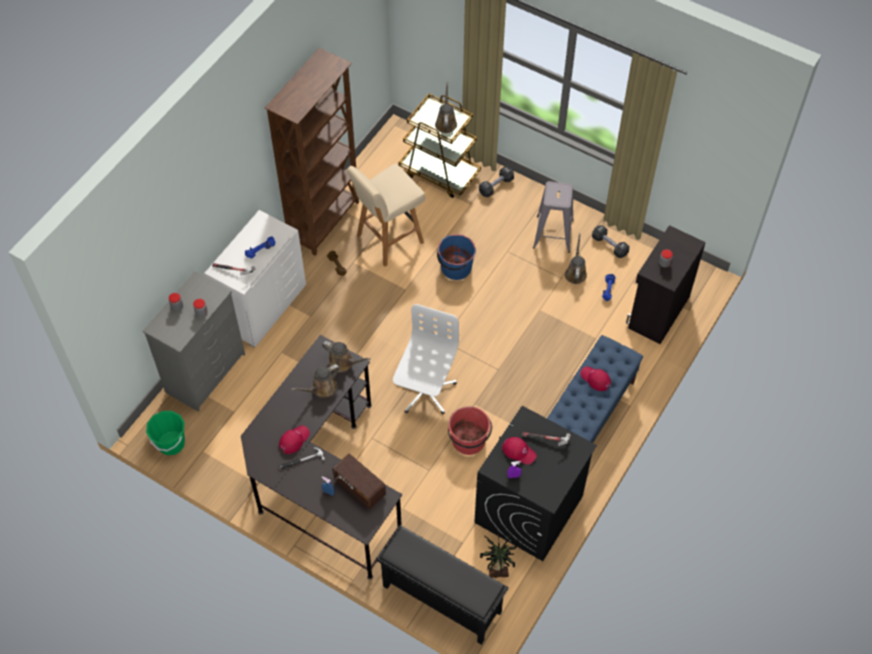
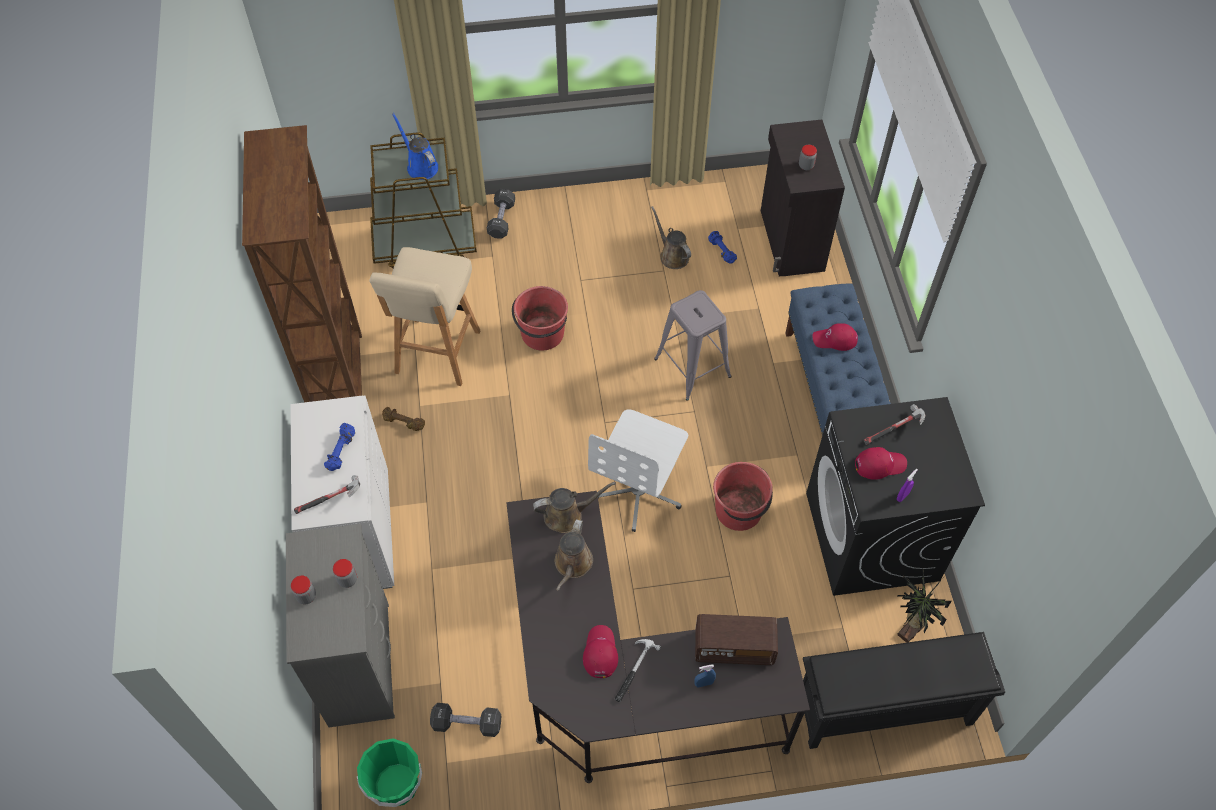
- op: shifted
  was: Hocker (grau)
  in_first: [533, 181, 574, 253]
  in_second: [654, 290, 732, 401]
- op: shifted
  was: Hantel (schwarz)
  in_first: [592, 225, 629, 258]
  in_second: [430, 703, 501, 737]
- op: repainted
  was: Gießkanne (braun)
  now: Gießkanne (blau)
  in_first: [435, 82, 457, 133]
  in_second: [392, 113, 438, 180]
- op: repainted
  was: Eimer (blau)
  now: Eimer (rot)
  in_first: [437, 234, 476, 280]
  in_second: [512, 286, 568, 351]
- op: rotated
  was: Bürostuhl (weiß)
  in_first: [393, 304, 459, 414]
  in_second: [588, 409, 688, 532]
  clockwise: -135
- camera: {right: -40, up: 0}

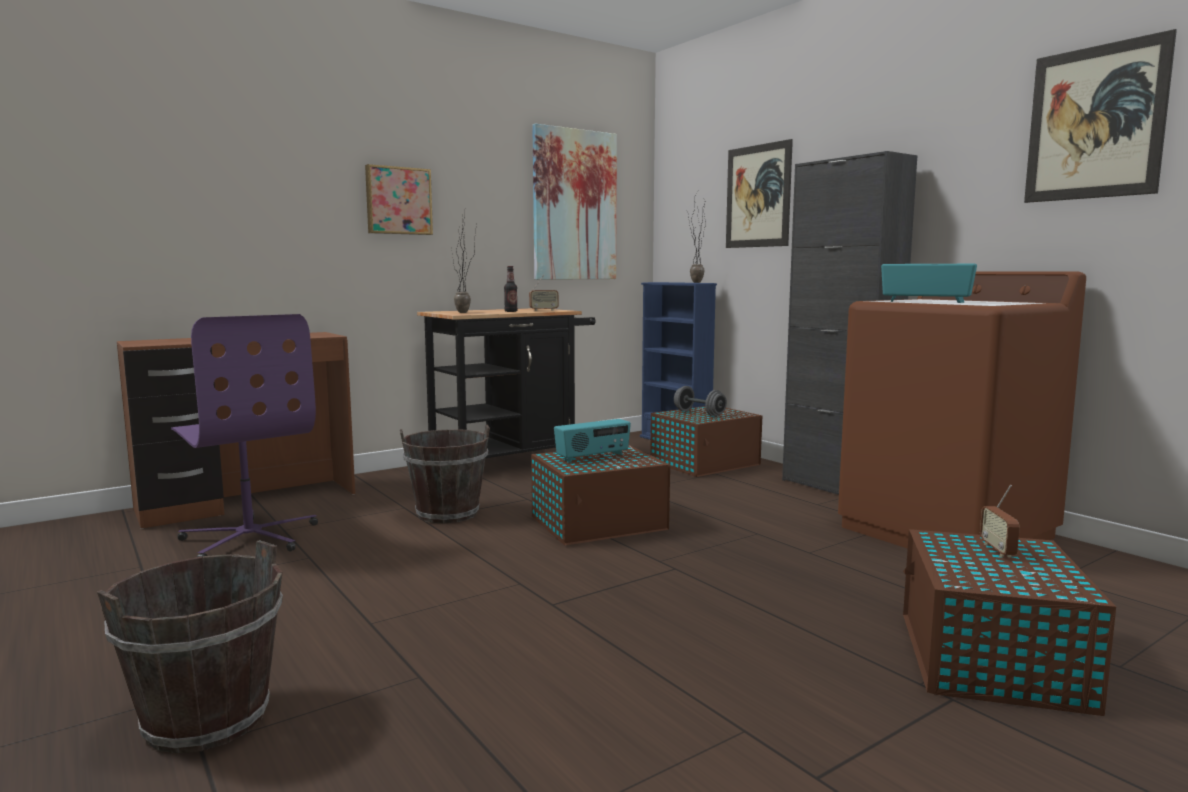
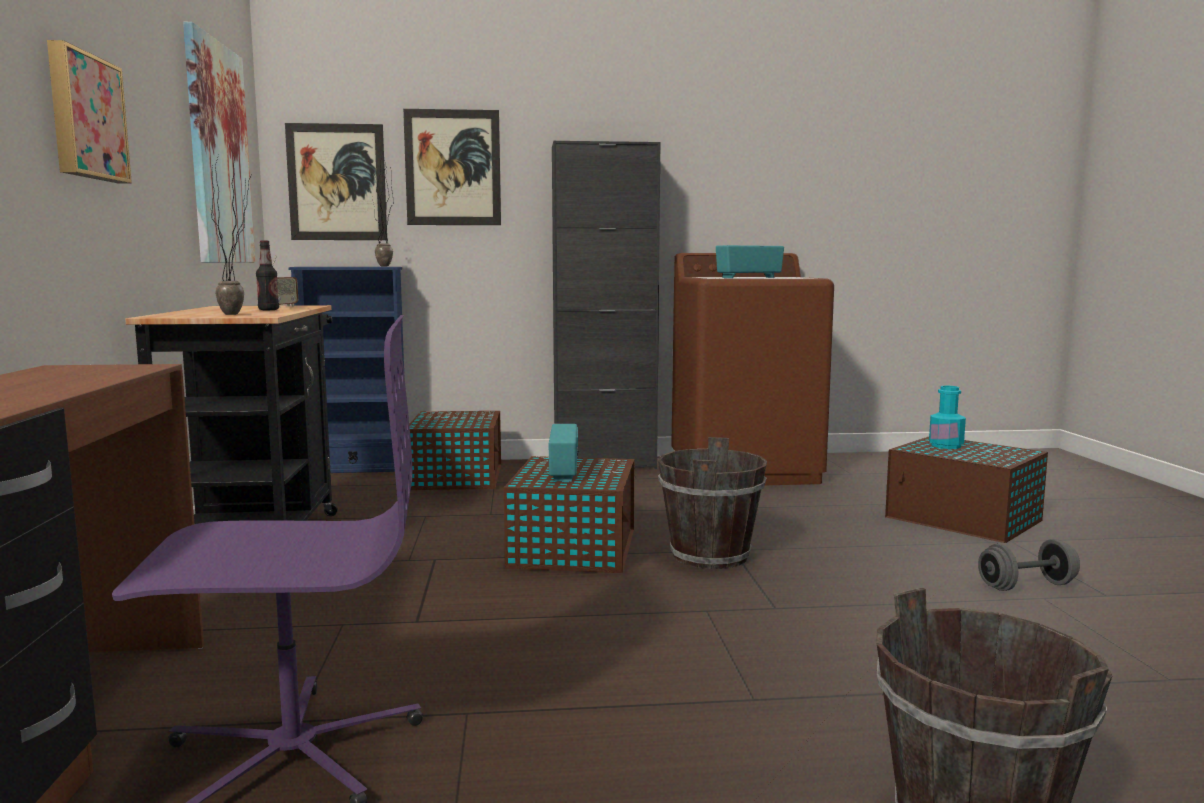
- op: shifted
  was: Eimer (braun)
  in_first: [400, 425, 490, 523]
  in_second: [658, 437, 767, 569]
- op: shifted
  was: Hantel (grau)
  in_first: [674, 386, 727, 417]
  in_second: [978, 539, 1080, 591]
- op: shifted
  was: Bild
  in_first: [1024, 29, 1177, 203]
  in_second: [285, 123, 387, 240]
- op: swapped
  was: Radio
  now: Flasche (türkis)
  in_first: [980, 485, 1020, 557]
  in_second: [929, 386, 966, 449]
- camera: {right: -60, up: 0}

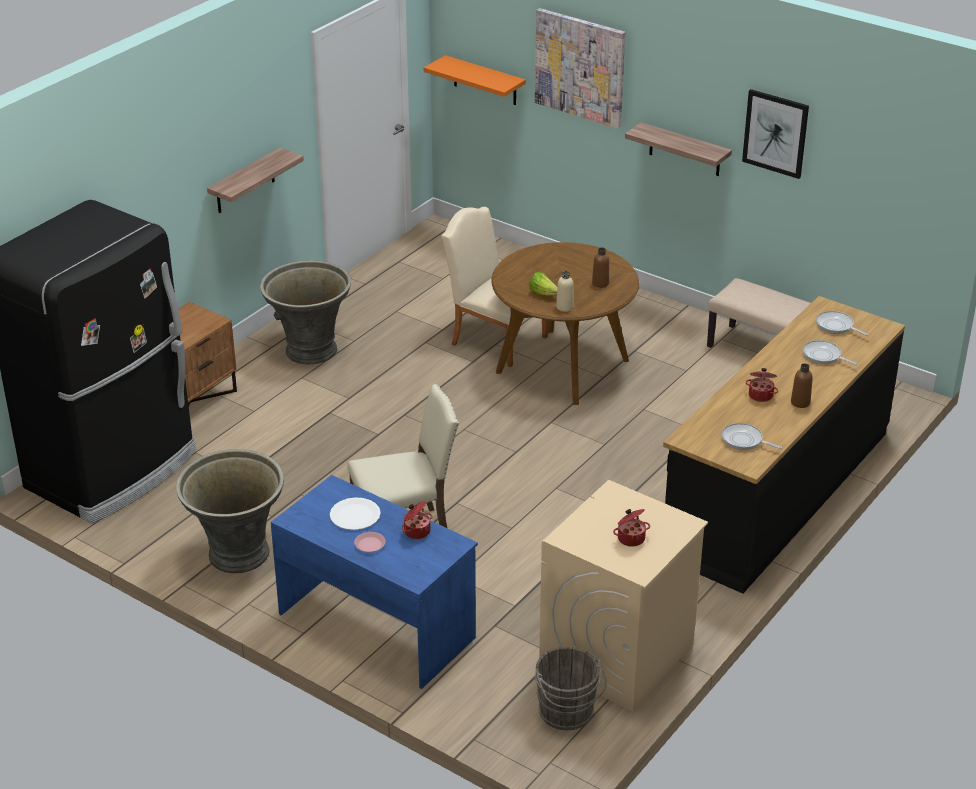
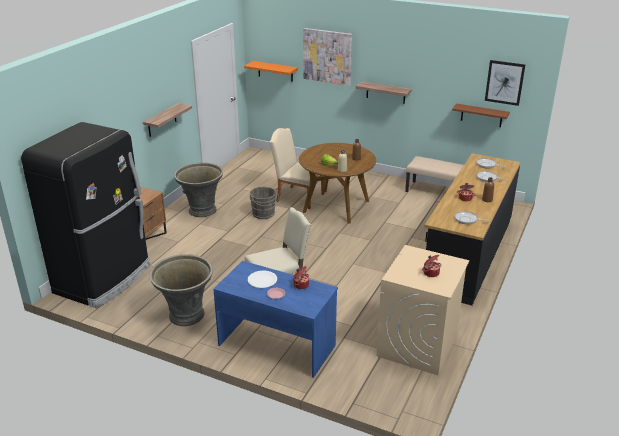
- op: new
  now: Wandregal (braun)
  in_second: [452, 104, 510, 127]
- op: shifted
  was: Eimer (grau)
  in_first: [534, 647, 607, 730]
  in_second: [250, 187, 279, 219]
- op: shifted
  was: Bild
  in_first: [742, 89, 809, 179]
  in_second: [485, 60, 525, 106]
- camera: {right: -10, up: -5}

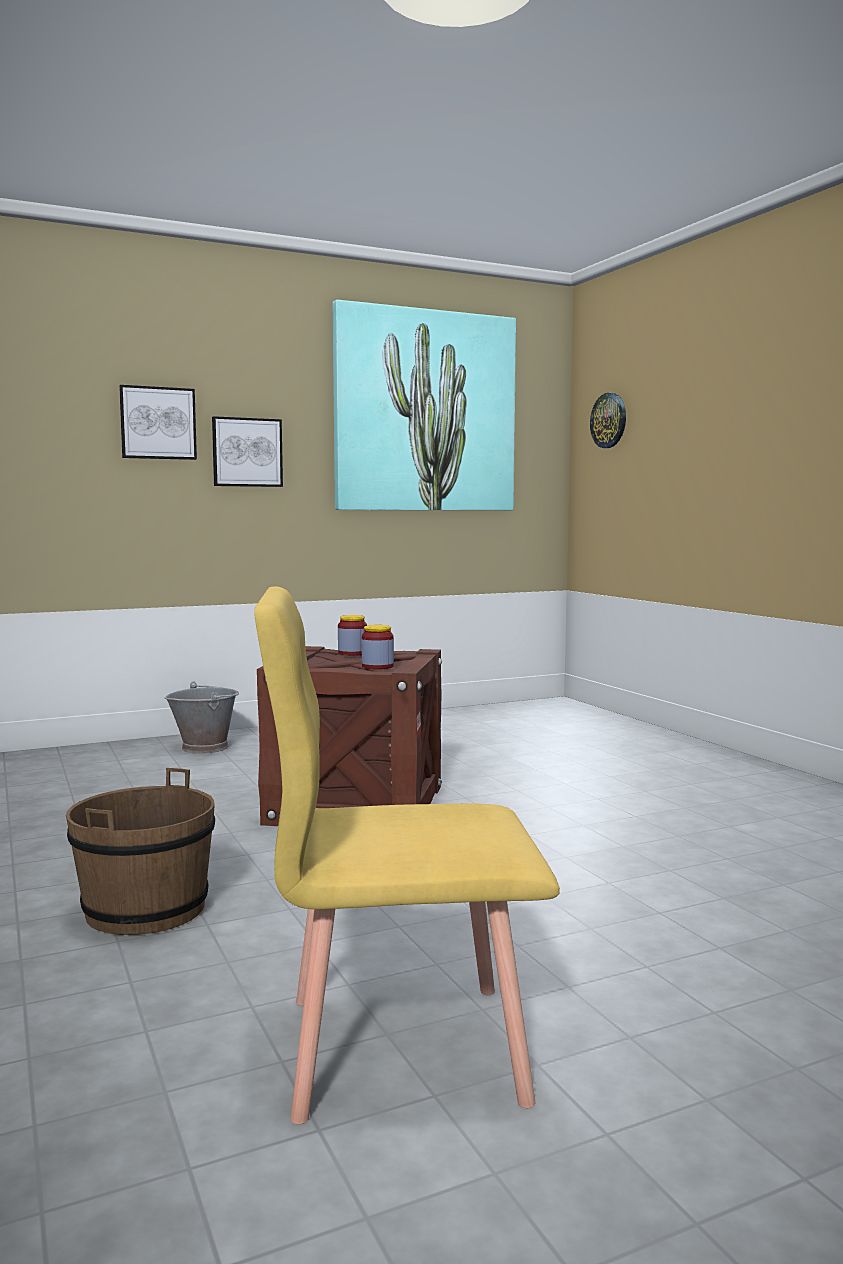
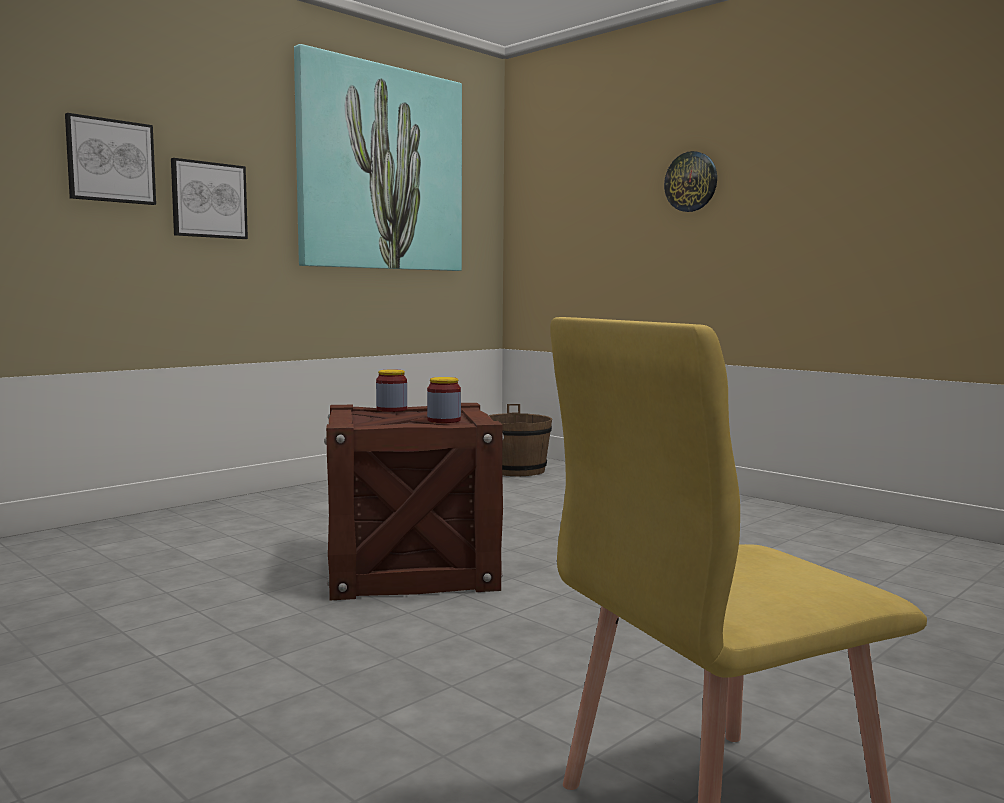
- op: gone
  was: Eimer (grau)
  in_first: [165, 682, 239, 754]
- op: shifted
  was: Eimer (braun)
  in_first: [66, 768, 215, 935]
  in_second: [489, 404, 552, 476]
- op: shifted
  was: Wanduhr
  in_first: [590, 393, 626, 448]
  in_second: [664, 151, 717, 212]
- camera: {right: -20, up: 0}

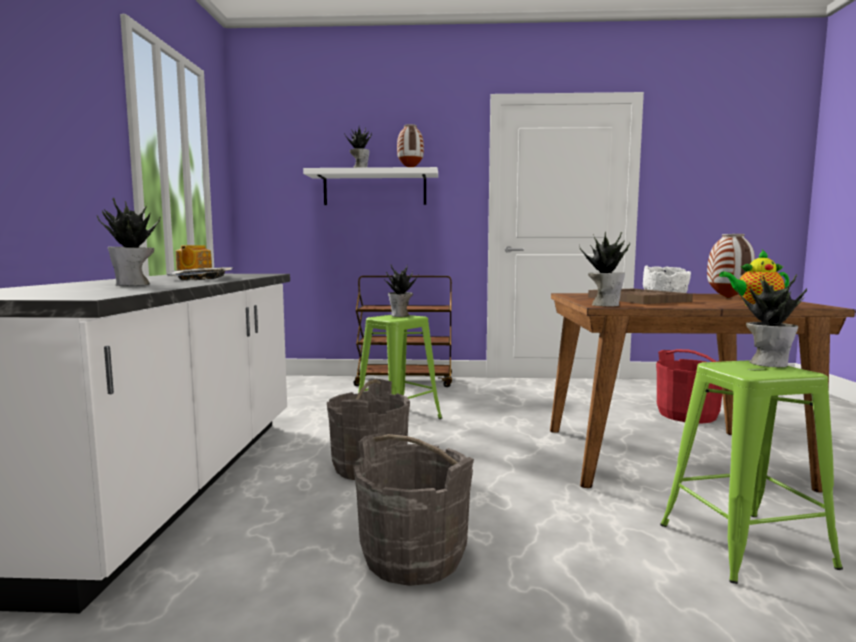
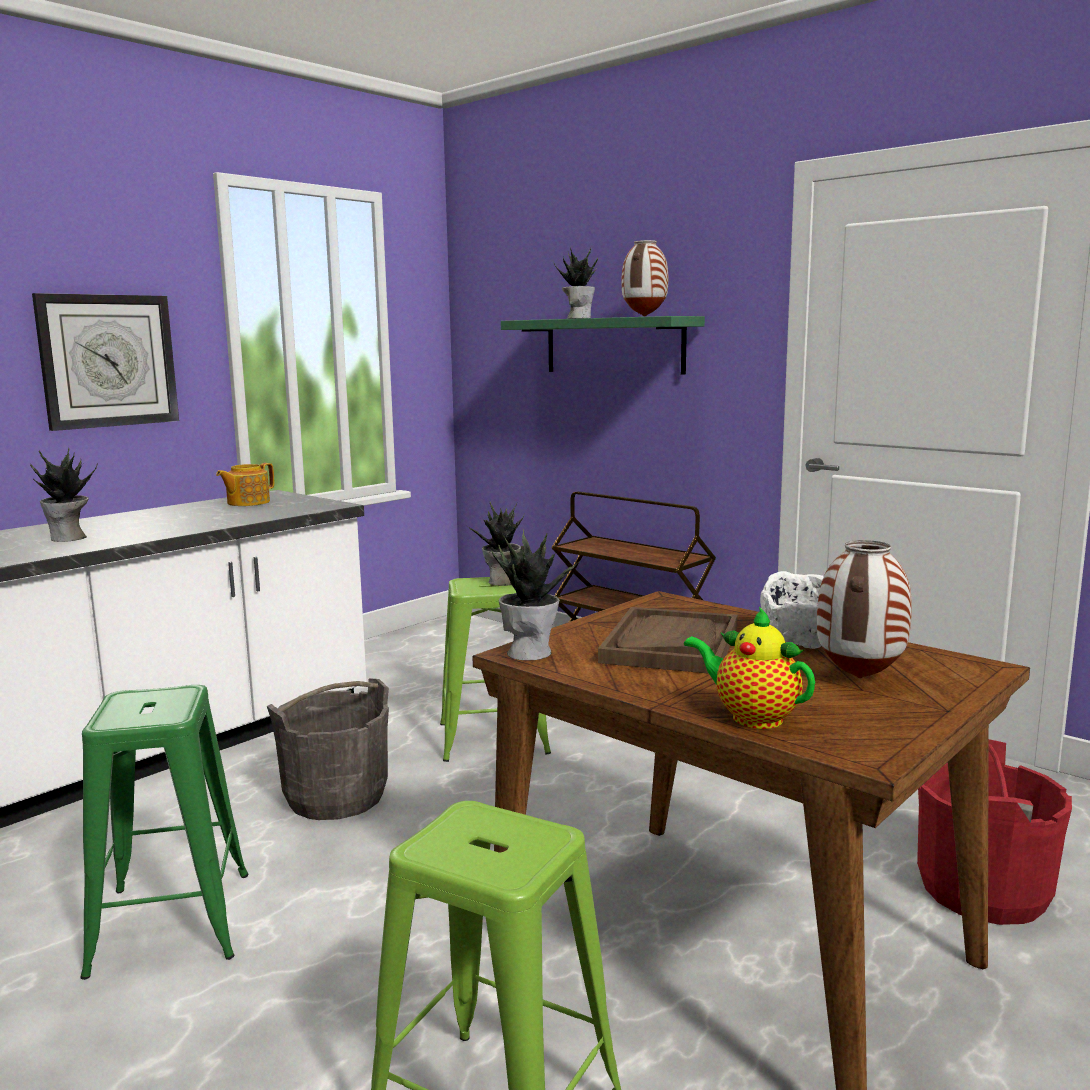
- op: gone
  was: Tablett
  in_first: [167, 267, 233, 281]
- op: gone
  was: Topfpflanze
  in_first: [737, 274, 807, 367]
- op: new
  now: Wanduhr
  in_second: [32, 293, 179, 431]
- op: swapped
  was: Eimer (grau)
  now: Hocker (grün)
  in_first: [354, 432, 474, 586]
  in_second: [80, 685, 248, 980]
- op: repainted
  was: Wandregal (weiß)
  now: Wandregal (grün)
  in_first: [303, 167, 438, 205]
  in_second: [501, 316, 705, 375]
- camera: {right: 40, up: 5}

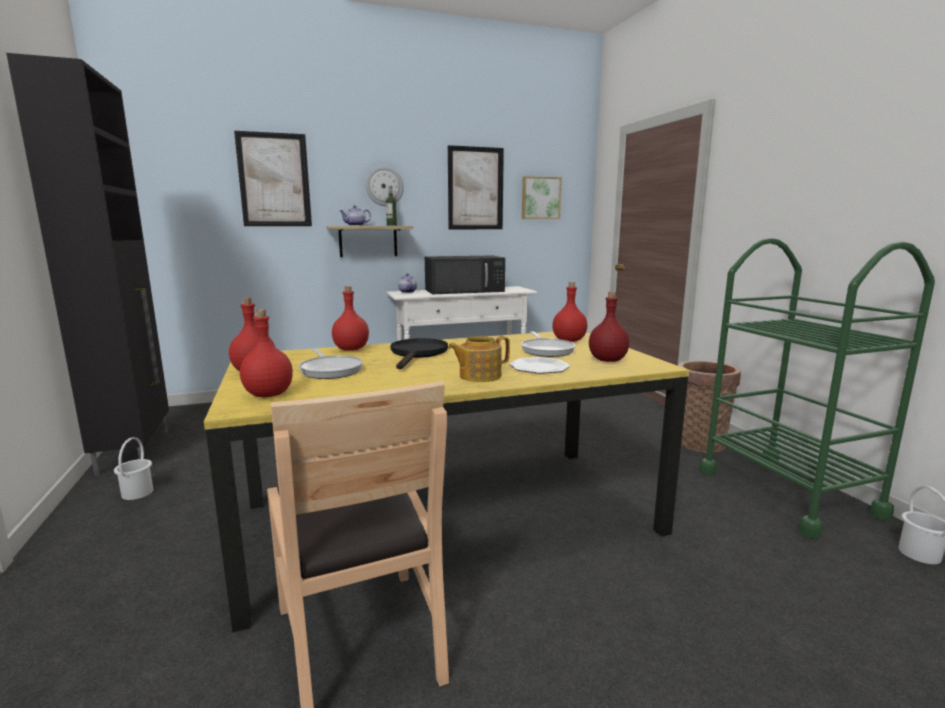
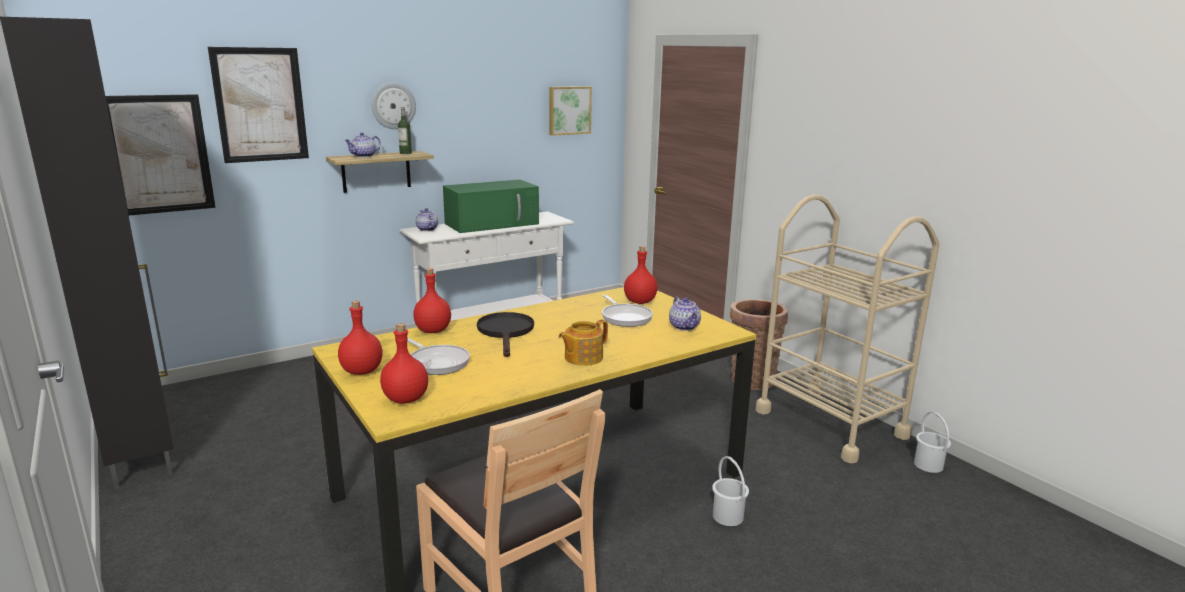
- op: gone
  was: Teller
  in_first: [509, 357, 570, 374]
- op: shifted
  was: Eimer (weiß)
  in_first: [114, 437, 154, 500]
  in_second: [712, 456, 749, 526]
- op: shifted
  was: Bild
  in_first: [448, 145, 504, 229]
  in_second: [105, 94, 216, 215]
- op: swapped
  was: Flasche (rot)
  now: Teekanne
  in_first: [589, 292, 629, 362]
  in_second: [669, 297, 701, 331]
- op: repainted
  was: Mikrowelle (schwarz)
  now: Mikrowelle (grün)
  in_first: [425, 255, 505, 294]
  in_second: [443, 180, 539, 233]
- op: repainted
  was: Rollwagen (grün)
  now: Rollwagen (beige)
  in_first: [699, 238, 935, 539]
  in_second: [755, 195, 939, 464]
- camera: {right: -15, up: 5}

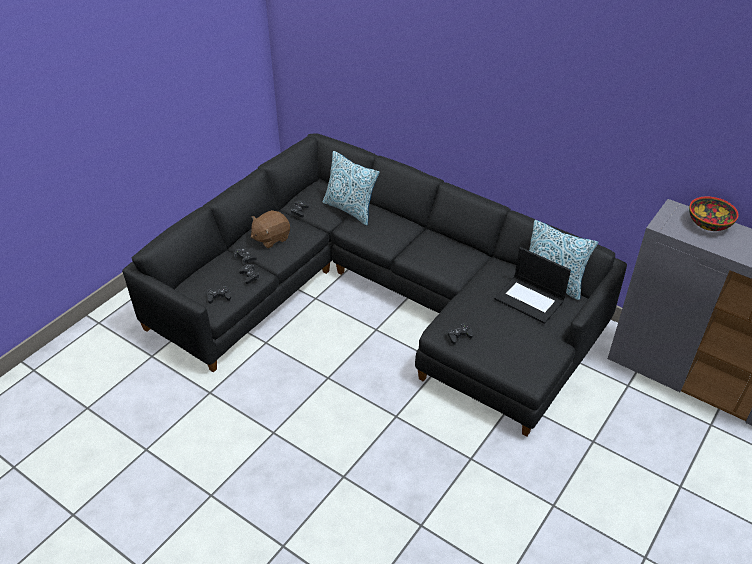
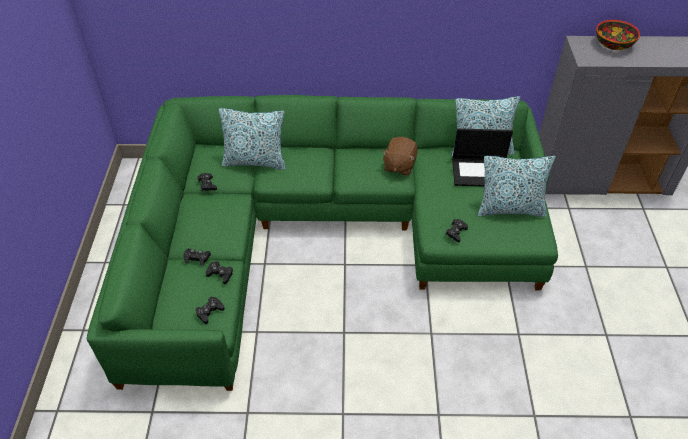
- op: new
  now: Kissen
  in_second: [477, 156, 556, 217]
- op: shifted
  was: Plüschtier (braun)
  in_first: [251, 210, 290, 248]
  in_second: [382, 137, 418, 176]
- op: repainted
  was: Sofa (schwarz)
  now: Sofa (grün)
  in_first: [122, 133, 627, 437]
  in_second: [87, 95, 558, 391]
- camera: {right: -35, up: 5}

